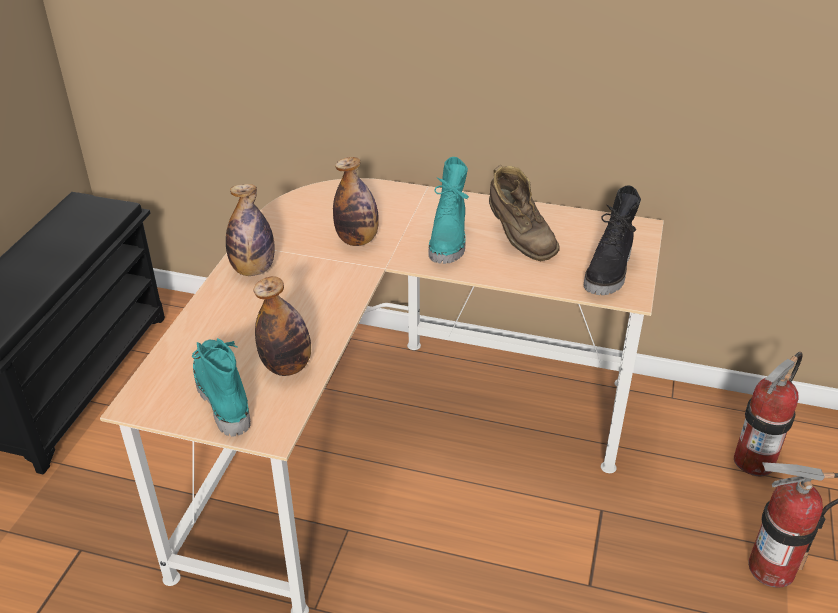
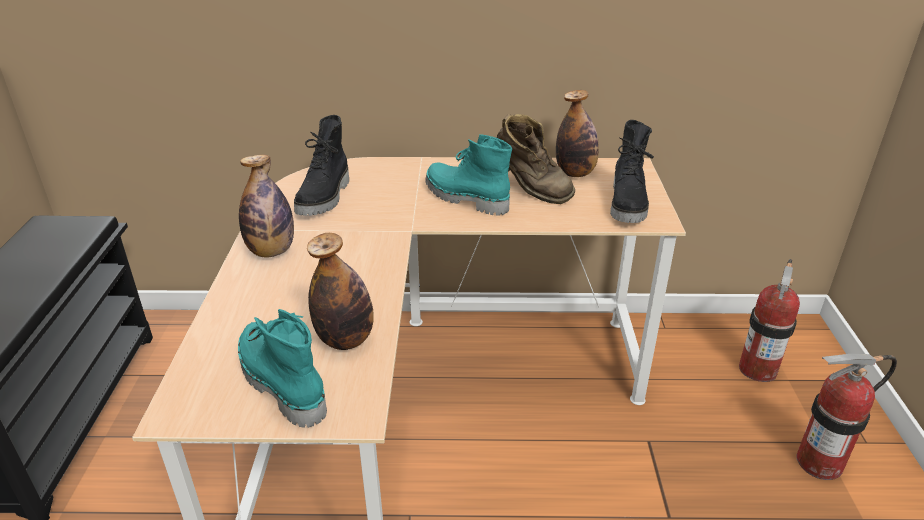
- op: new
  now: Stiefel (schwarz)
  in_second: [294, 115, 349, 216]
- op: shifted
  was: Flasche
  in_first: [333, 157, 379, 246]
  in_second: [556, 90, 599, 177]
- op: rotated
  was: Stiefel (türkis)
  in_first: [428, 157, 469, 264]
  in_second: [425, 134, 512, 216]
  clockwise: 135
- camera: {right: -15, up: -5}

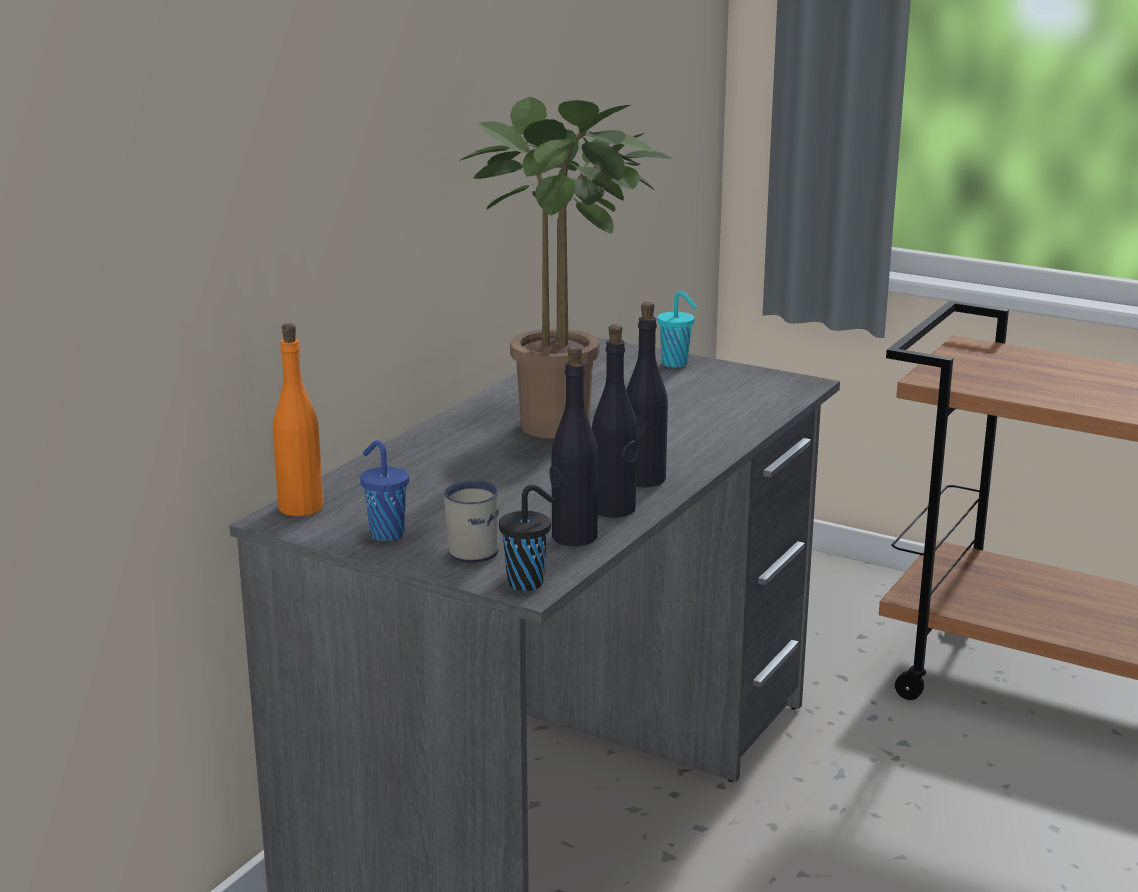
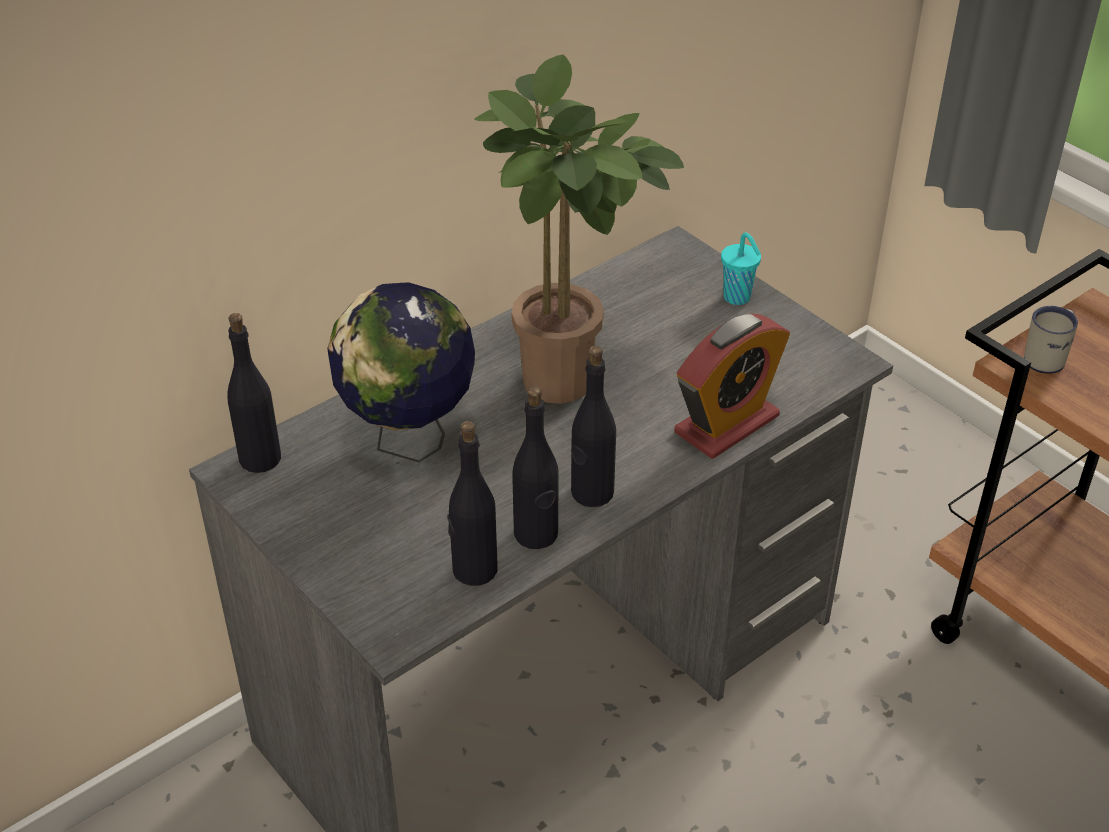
- op: gone
  was: Tasse (blau)
  in_first: [360, 440, 409, 541]
- op: gone
  was: Tasse (schwarz)
  in_first: [499, 484, 554, 591]
- op: new
  now: Globus
  in_second: [327, 282, 475, 462]
- op: new
  now: Wecker
  in_second: [674, 314, 790, 459]
- op: shifted
  was: Henkelbecher (weiß)
  in_first: [444, 481, 499, 563]
  in_second: [1024, 306, 1078, 374]
- op: repainted
  was: Flasche (orange)
  now: Flasche (schwarz)
  in_first: [273, 323, 323, 516]
  in_second: [227, 313, 281, 473]
- camera: {right: 20, up: 20}

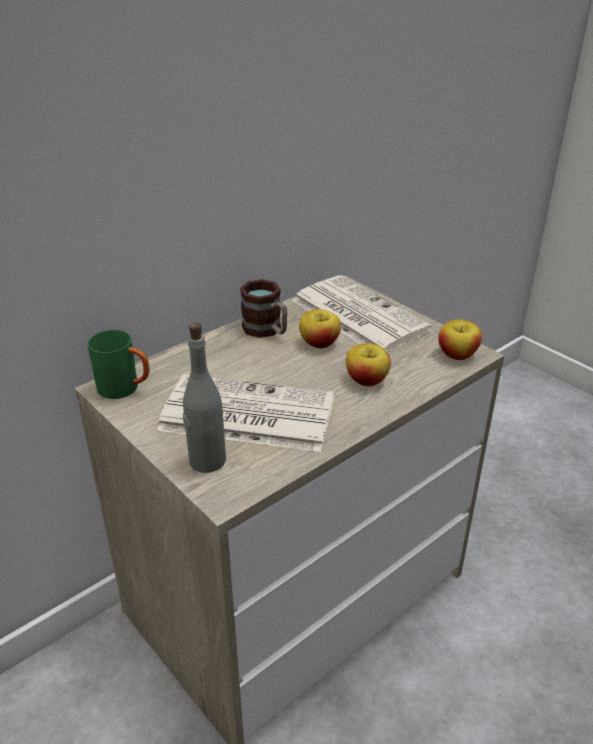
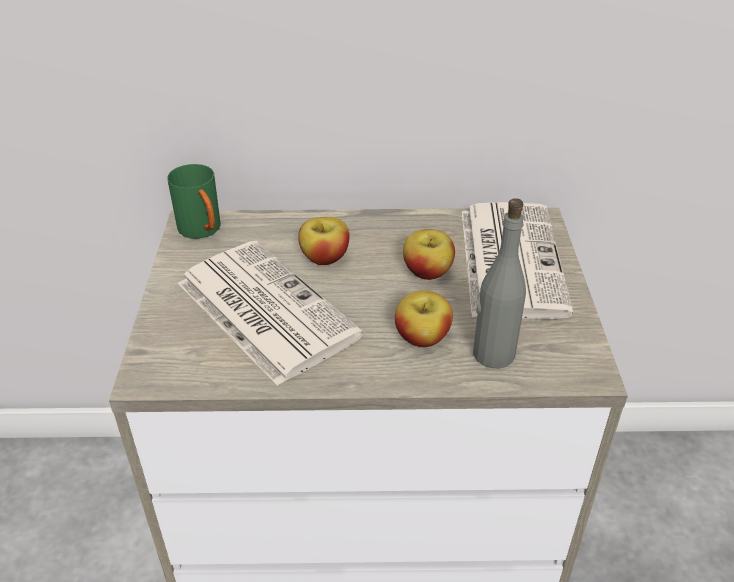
- op: gone
  was: Henkelbecher
  in_first: [240, 279, 287, 338]
- op: shifted
  was: Flasche (grau)
  in_first: [182, 322, 226, 473]
  in_second: [473, 198, 526, 369]
- op: shifted
  was: Apfel
  in_first: [438, 319, 482, 360]
  in_second: [298, 217, 349, 265]
- camera: {right: 40, up: 5}

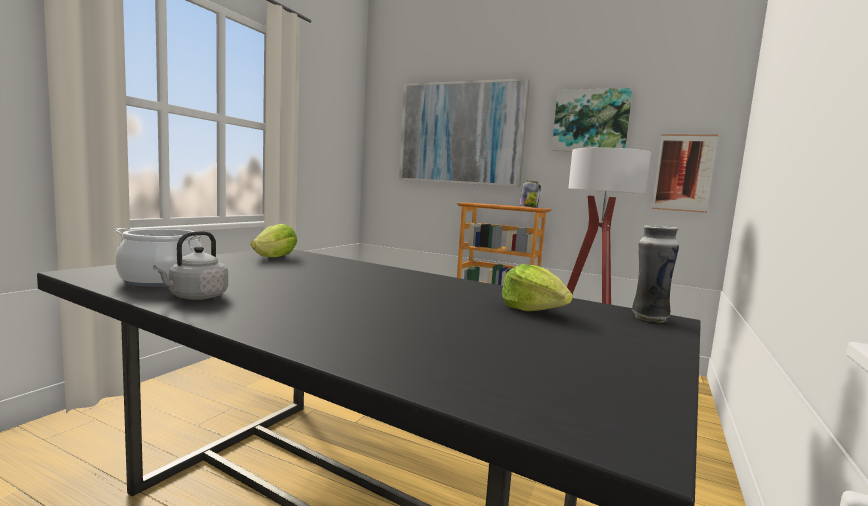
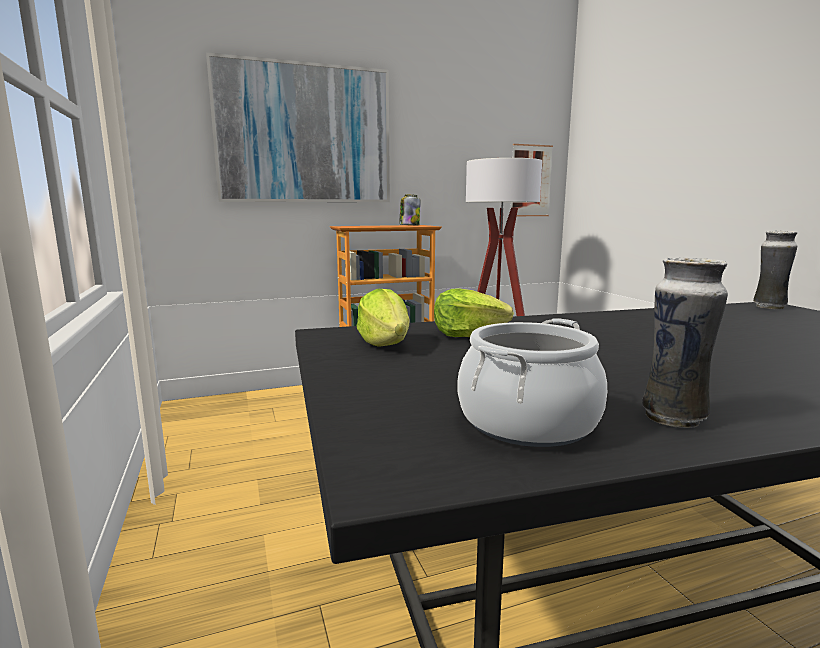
- op: gone
  was: Bild
  in_first: [552, 88, 633, 152]
- op: shifted
  was: Salatkopf
  in_first: [502, 264, 573, 311]
  in_second: [434, 288, 514, 337]
- op: swapped
  was: Wasserkessel (grau)
  now: Vase
  in_first: [153, 231, 228, 300]
  in_second: [642, 257, 728, 428]
- camera: {right: -45, up: 5}

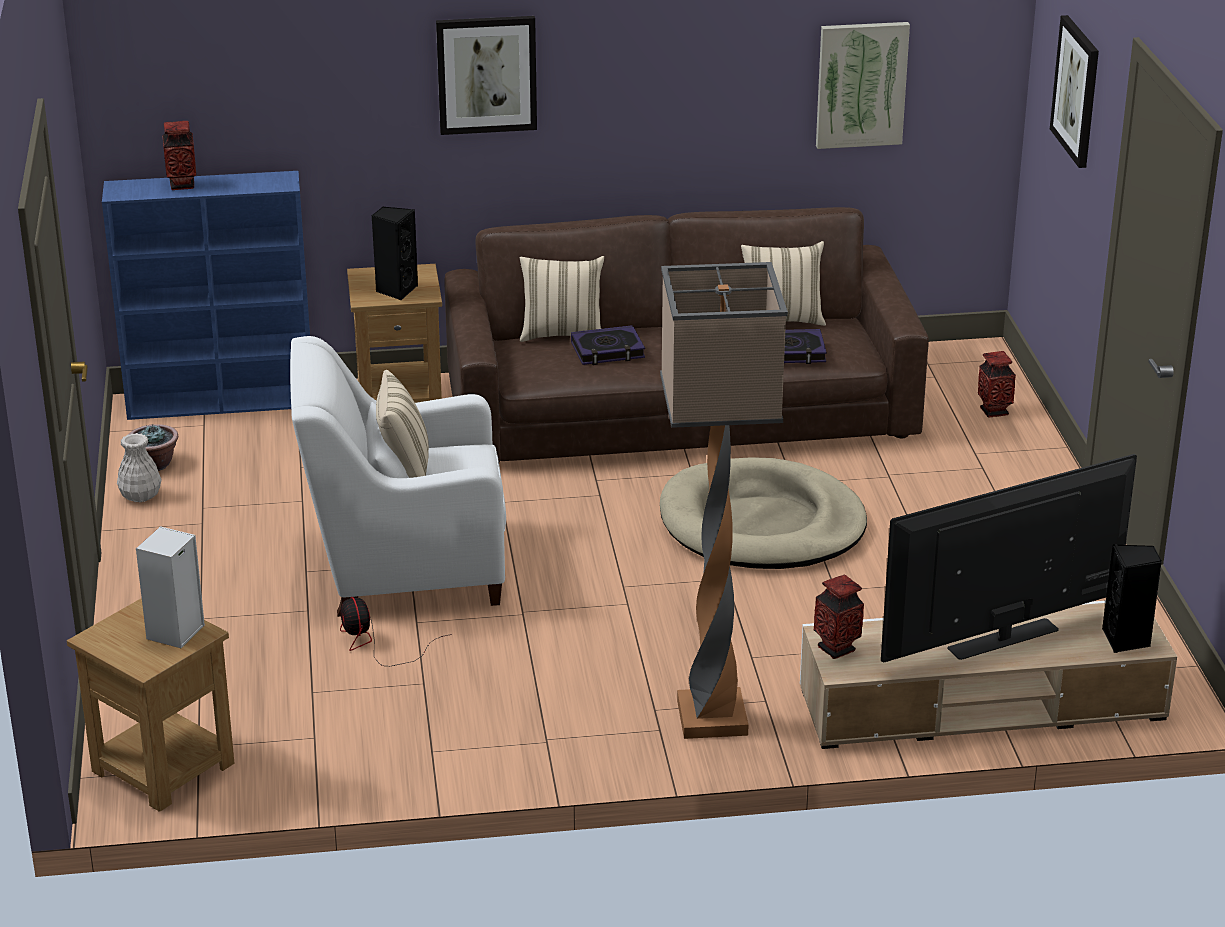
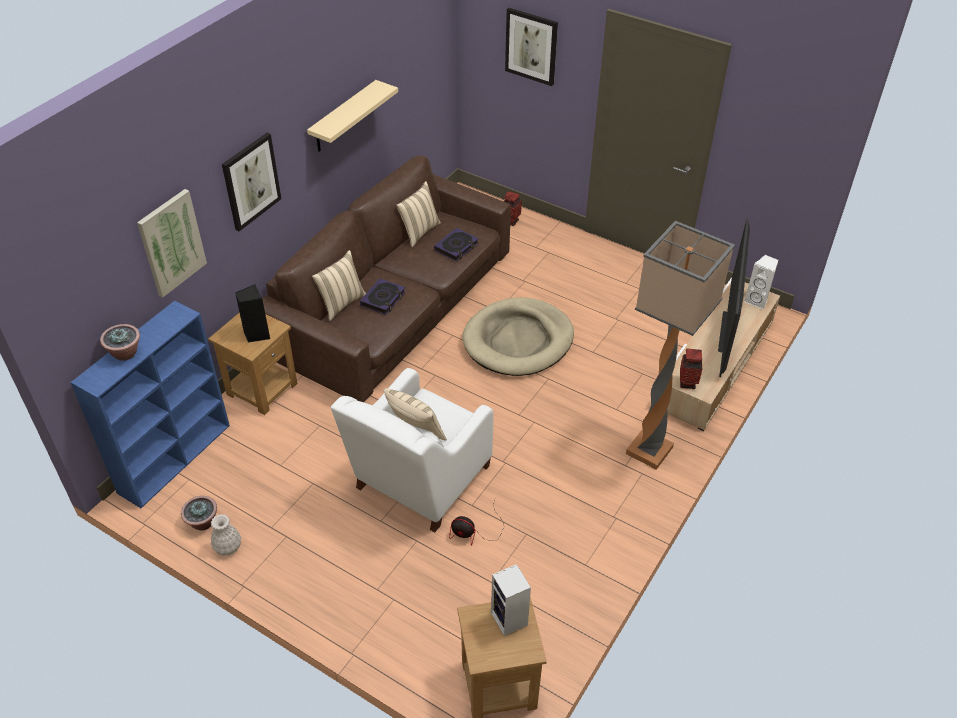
- op: new
  now: Wandregal (beige)
  in_second: [307, 80, 398, 152]
- op: shifted
  was: Bild
  in_first: [816, 22, 910, 149]
  in_second: [137, 189, 207, 297]
- op: swapped
  was: Vase
  now: Topfpflanze
  in_first: [162, 121, 196, 190]
  in_second: [100, 324, 140, 361]
- op: repainted
  was: Lautsprecher (schwarz)
  now: Lautsprecher (weiß)
  in_first: [1102, 544, 1162, 653]
  in_second: [744, 255, 778, 309]
- camera: {right: -50, up: 15}

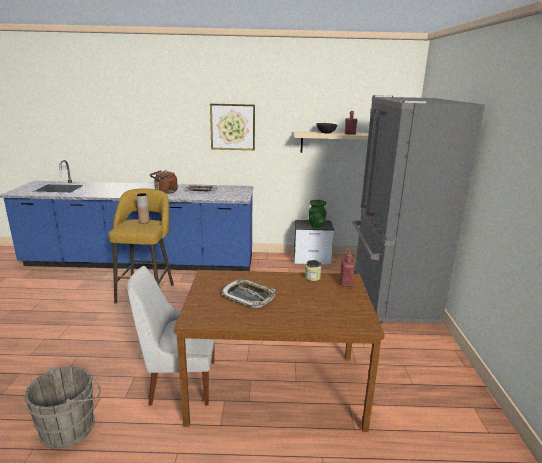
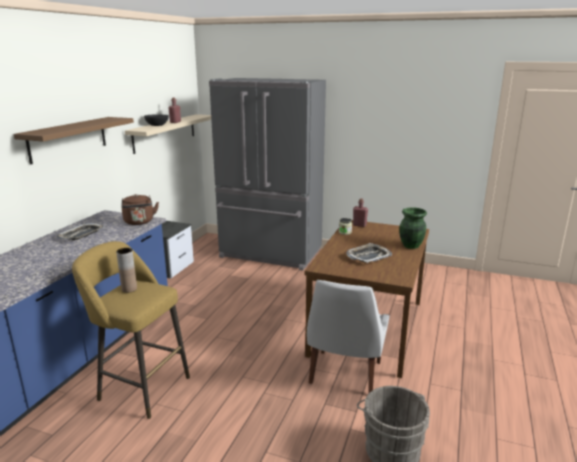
- op: shifted
  was: Wasserkessel (braun)
  in_first: [150, 170, 178, 194]
  in_second: [121, 194, 159, 225]
- op: shifted
  was: Vase (grün)
  in_first: [308, 200, 326, 228]
  in_second: [399, 207, 427, 249]
- op: swapped
  was: Bild
  now: Wandregal (braun)
  in_first: [210, 104, 255, 150]
  in_second: [14, 117, 134, 165]
- camera: {right: -70, up: 0}

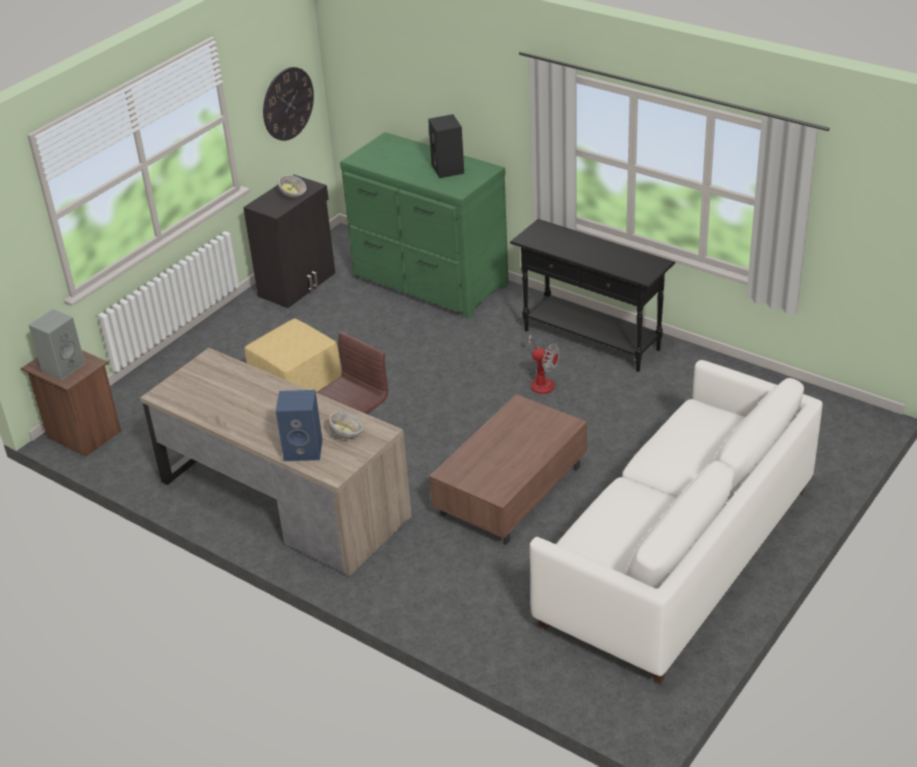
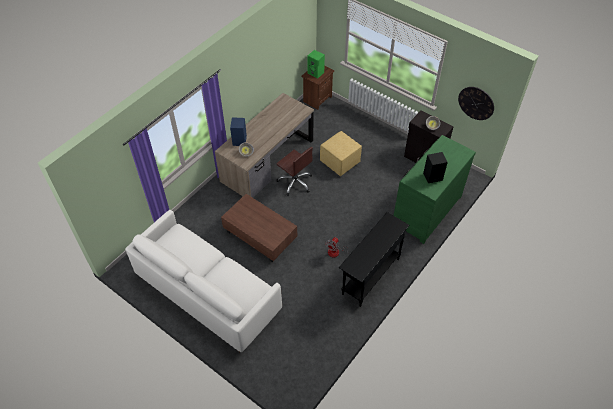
- op: repainted
  was: Lautsprecher (grau)
  now: Lautsprecher (grün)
  in_first: [29, 309, 85, 381]
  in_second: [307, 50, 325, 79]
- camera: {right: 90, up: 15}

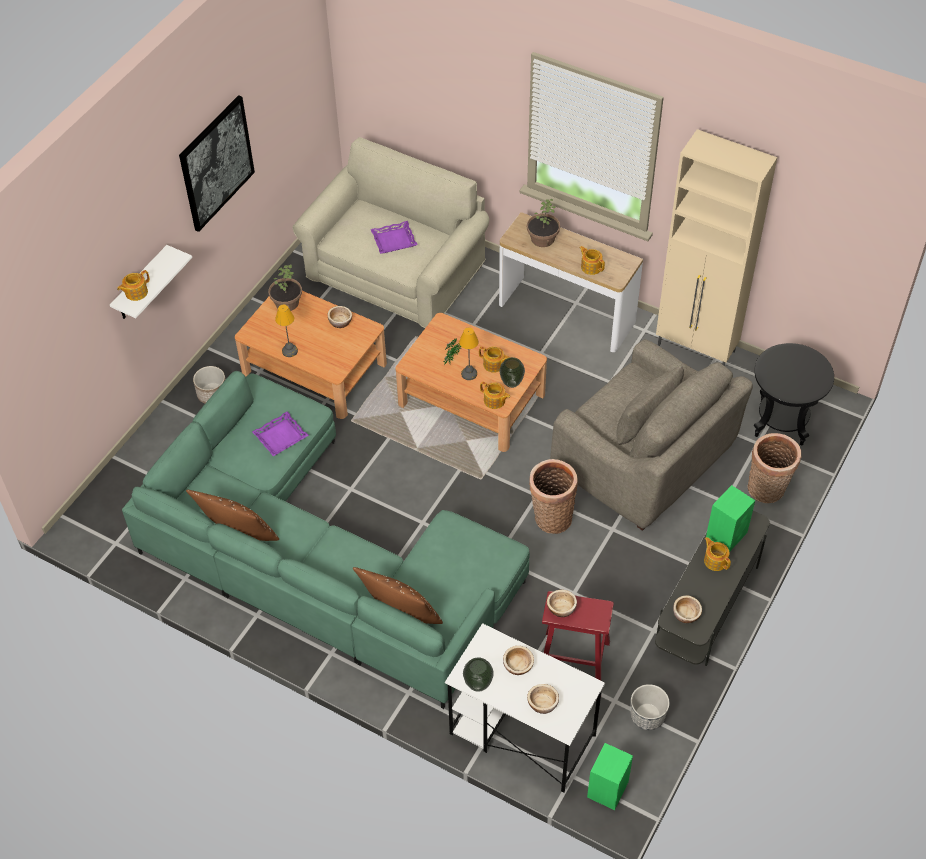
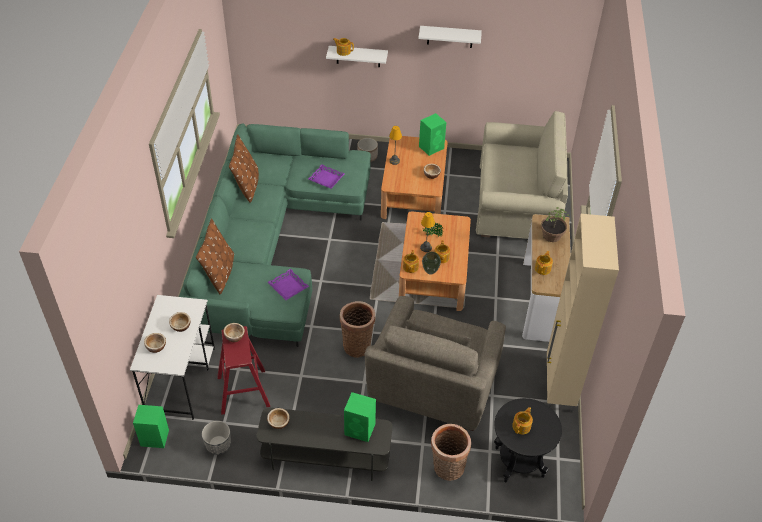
- op: gone
  was: Vase
  in_first: [463, 657, 494, 692]
- op: shifted
  was: Tablett (lila)
  in_first: [371, 221, 418, 254]
  in_second: [268, 269, 309, 300]
- op: shifted
  was: Teekanne
  in_first: [704, 537, 731, 571]
  in_second: [512, 407, 533, 435]
- op: swapped
  was: Bild
  now: Wandregal (weiß)
  in_first: [179, 95, 255, 232]
  in_second: [418, 26, 482, 48]
- op: swapped
  was: Topfpflanze
  now: Lautsprecher (grün)
  in_first: [269, 265, 302, 311]
  in_second: [419, 113, 446, 156]
- camera: {right: 65, up: -5}

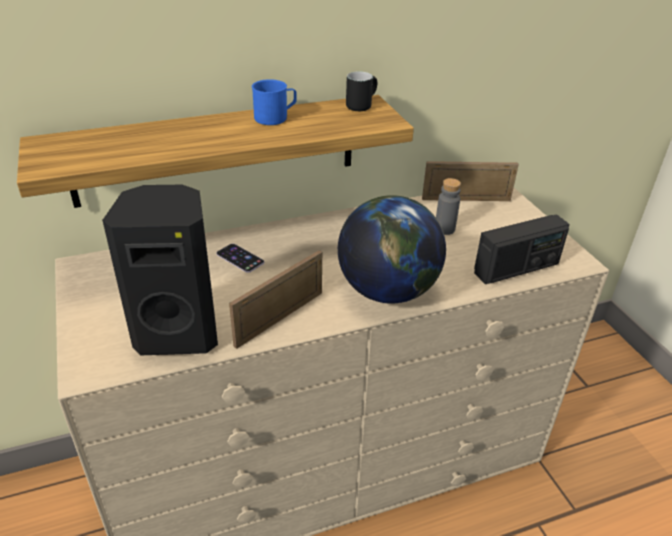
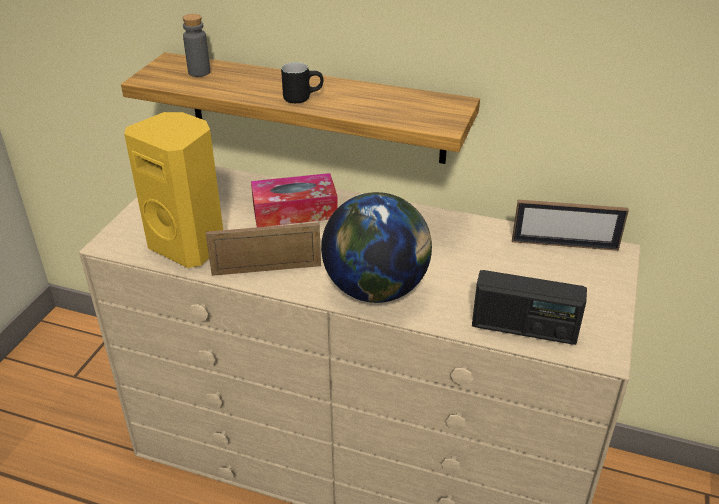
- op: gone
  was: Henkelbecher (blau)
  in_first: [252, 79, 297, 125]
- op: shifted
  was: Henkelbecher (schwarz)
  in_first: [346, 71, 377, 111]
  in_second: [281, 62, 323, 103]
- op: shifted
  was: Flasche (grau)
  in_first: [436, 178, 461, 235]
  in_second: [183, 14, 210, 77]
- op: swapped
  was: Handy
  now: Taschentuchbox
  in_first: [216, 244, 264, 273]
  in_second: [251, 173, 338, 227]
- op: repainted
  was: Lautsprecher (schwarz)
  now: Lautsprecher (gelb)
  in_first: [102, 185, 218, 355]
  in_second: [124, 112, 223, 268]
- op: rotated
  was: Bilderrahmen
  in_first: [422, 161, 519, 201]
  in_second: [512, 200, 629, 251]
  clockwise: 150
- camera: {right: 40, up: 0}

